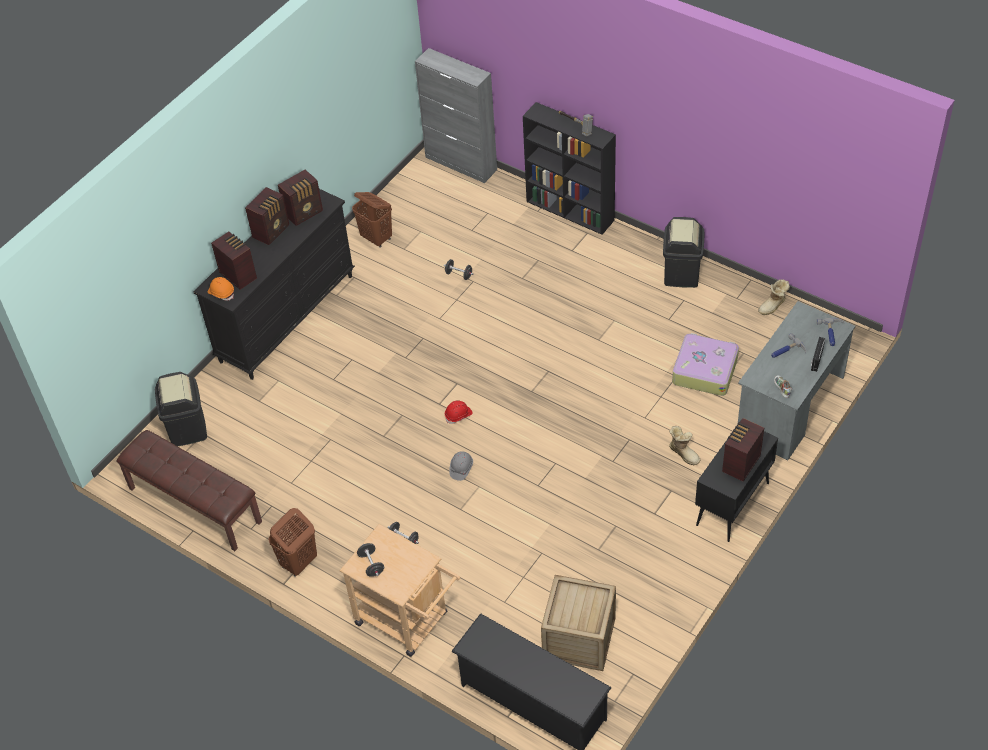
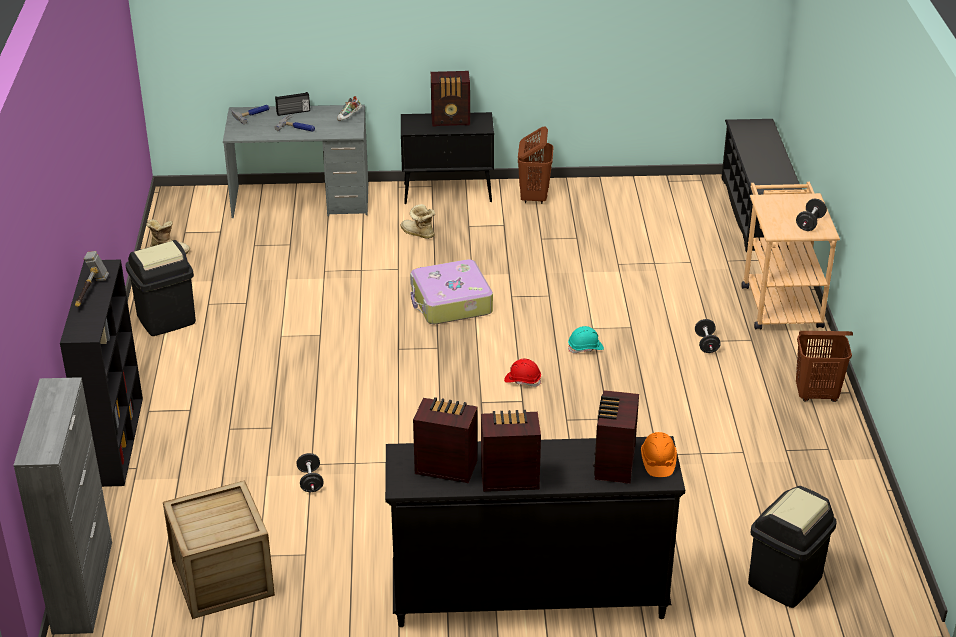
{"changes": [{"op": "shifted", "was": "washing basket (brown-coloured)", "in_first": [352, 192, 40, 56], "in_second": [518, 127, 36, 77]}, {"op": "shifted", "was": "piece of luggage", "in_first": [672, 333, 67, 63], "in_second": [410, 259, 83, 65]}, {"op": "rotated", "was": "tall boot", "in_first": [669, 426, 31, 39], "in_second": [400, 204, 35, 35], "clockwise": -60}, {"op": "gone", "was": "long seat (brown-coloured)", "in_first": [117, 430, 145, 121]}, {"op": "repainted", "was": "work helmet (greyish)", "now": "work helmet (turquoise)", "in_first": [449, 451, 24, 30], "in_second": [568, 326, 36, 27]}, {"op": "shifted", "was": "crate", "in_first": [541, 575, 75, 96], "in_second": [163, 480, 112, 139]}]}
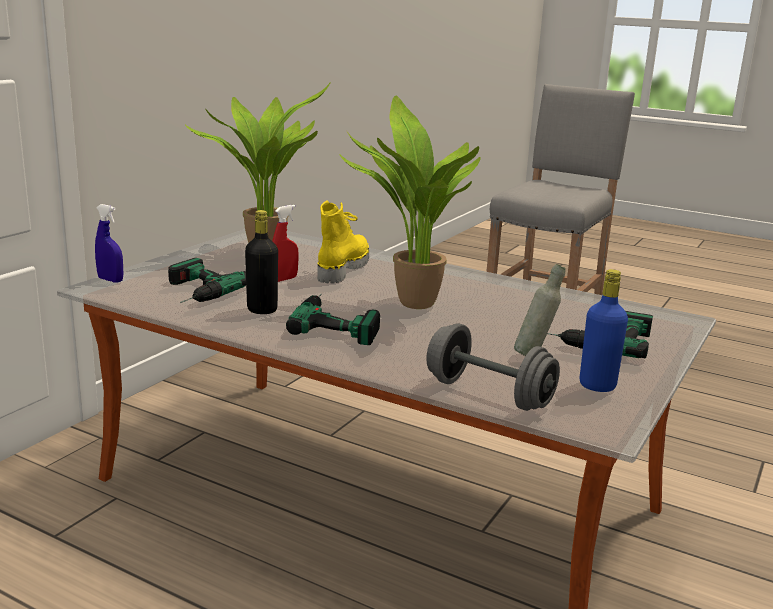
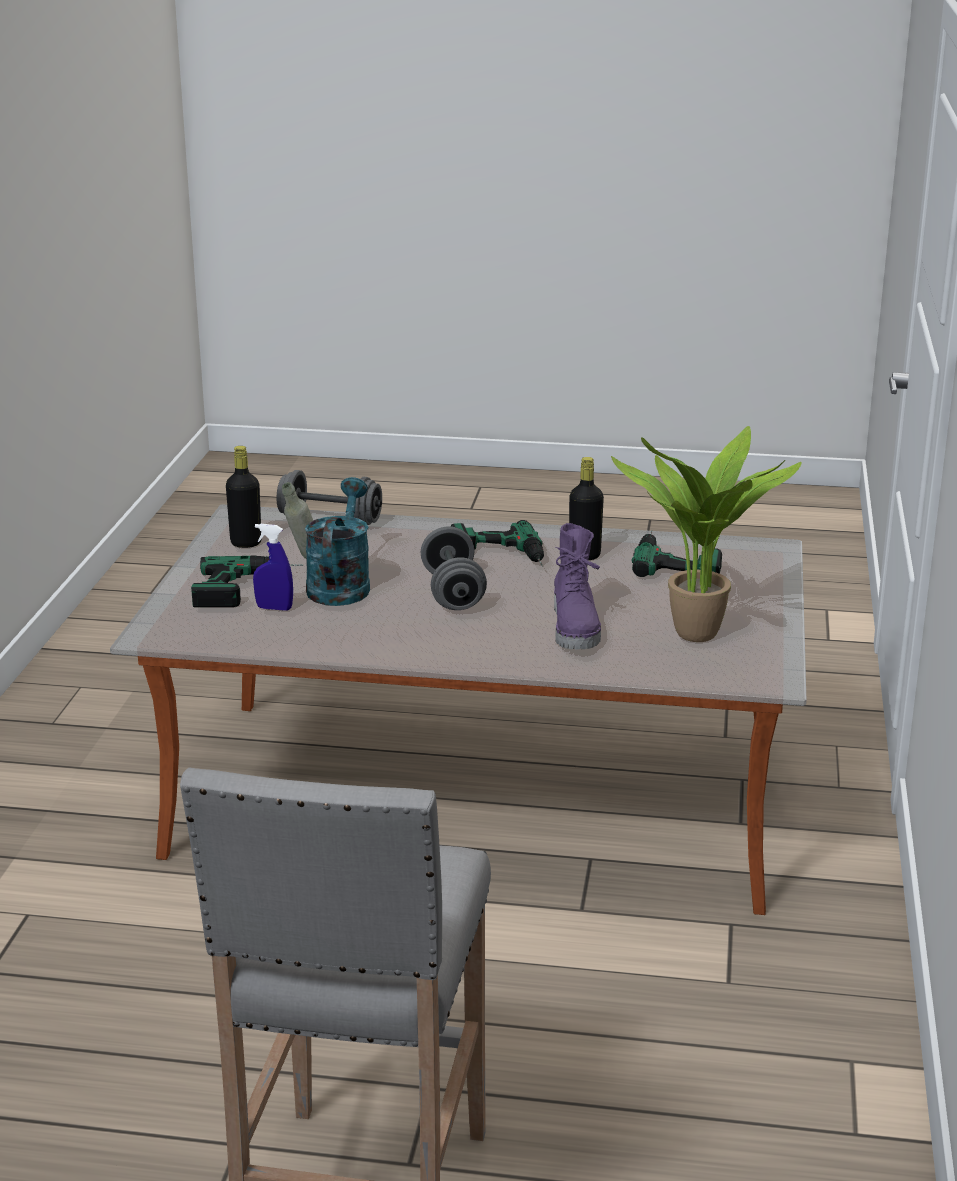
{"changes": [{"op": "swapped", "was": "plant in a pot", "now": "dumbbell (greyish)", "in_first": [339, 96, 142, 213], "in_second": [421, 526, 66, 84]}, {"op": "repainted", "was": "tall boot (yellow-coloured)", "now": "tall boot (purple)", "in_first": [317, 200, 52, 84], "in_second": [554, 523, 47, 126]}, {"op": "shifted", "was": "hand sprayer (bluish)", "in_first": [95, 204, 28, 78], "in_second": [253, 524, 40, 87]}, {"op": "gone", "was": "hand sprayer (red)", "in_first": [272, 205, 27, 77]}, {"op": "repainted", "was": "bottle (bluish)", "now": "bottle (black)", "in_first": [580, 269, 48, 123], "in_second": [226, 446, 35, 102]}, {"op": "new", "now": "sprinkling can (turquoise)", "in_second": [305, 477, 65, 129]}]}
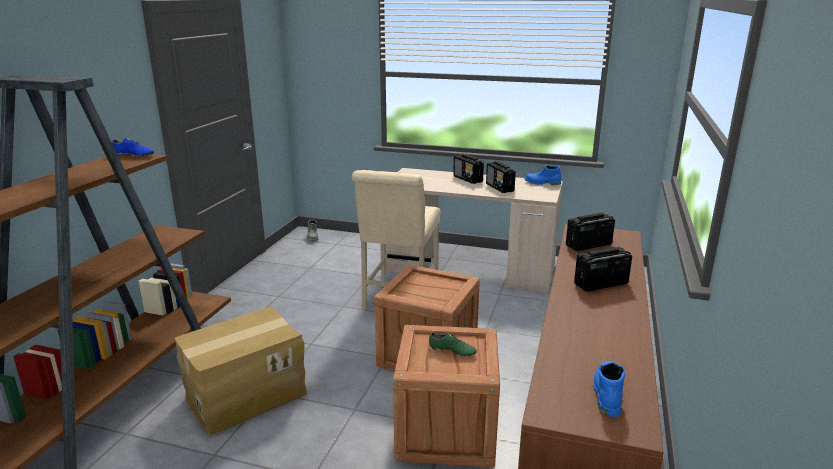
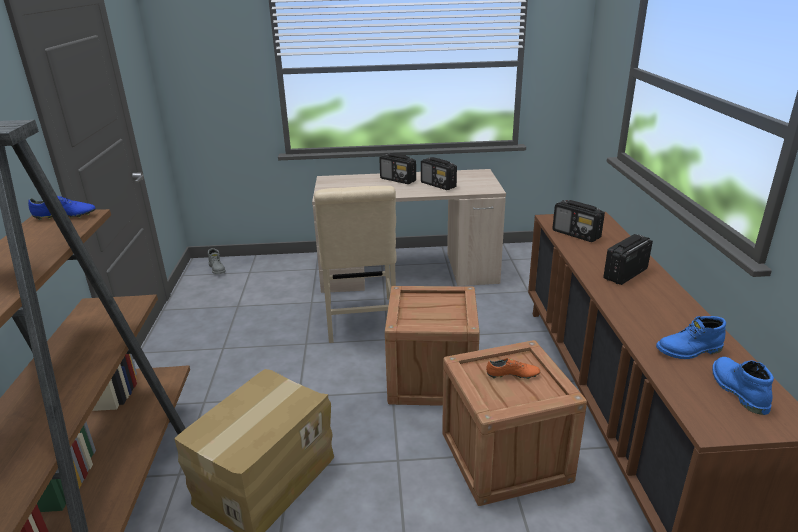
{"changes": [{"op": "shifted", "was": "tall boot (bluish)", "in_first": [525, 165, 36, 20], "in_second": [656, 316, 70, 43]}, {"op": "rotated", "was": "radio", "in_first": [566, 213, 49, 38], "in_second": [552, 200, 53, 42], "clockwise": -90}, {"op": "repainted", "was": "shoe (green-coloured)", "now": "shoe (orangey)", "in_first": [429, 332, 48, 25], "in_second": [486, 358, 54, 21]}]}
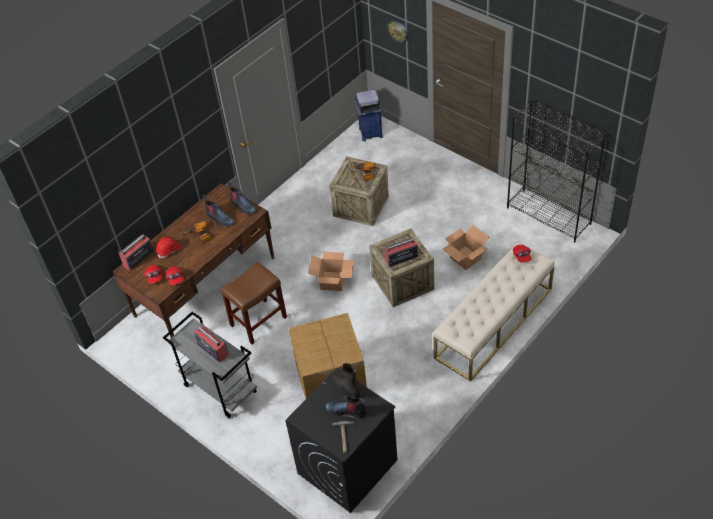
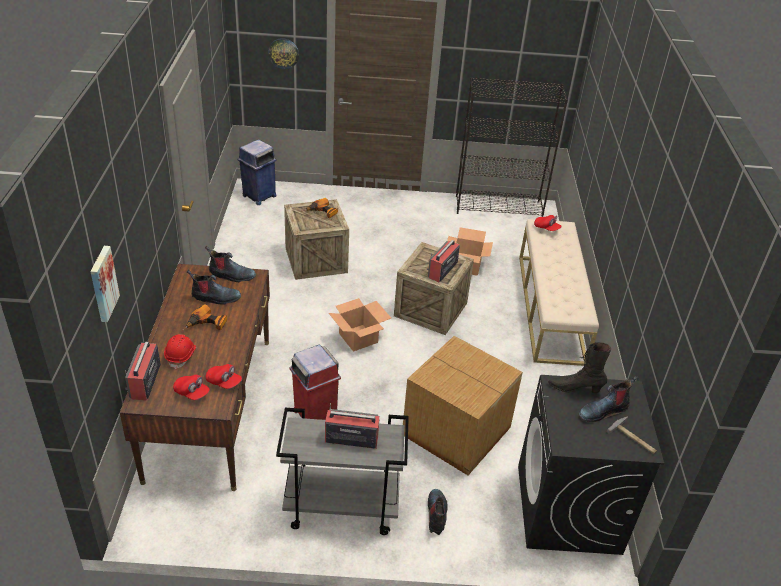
{"changes": [{"op": "swapped", "was": "stool (brown-coloured)", "now": "waste bin (red)", "in_first": [220, 262, 67, 82], "in_second": [290, 345, 51, 75]}, {"op": "new", "now": "picture", "in_second": [90, 246, 30, 76]}, {"op": "new", "now": "tall boot", "in_second": [428, 489, 20, 46]}]}
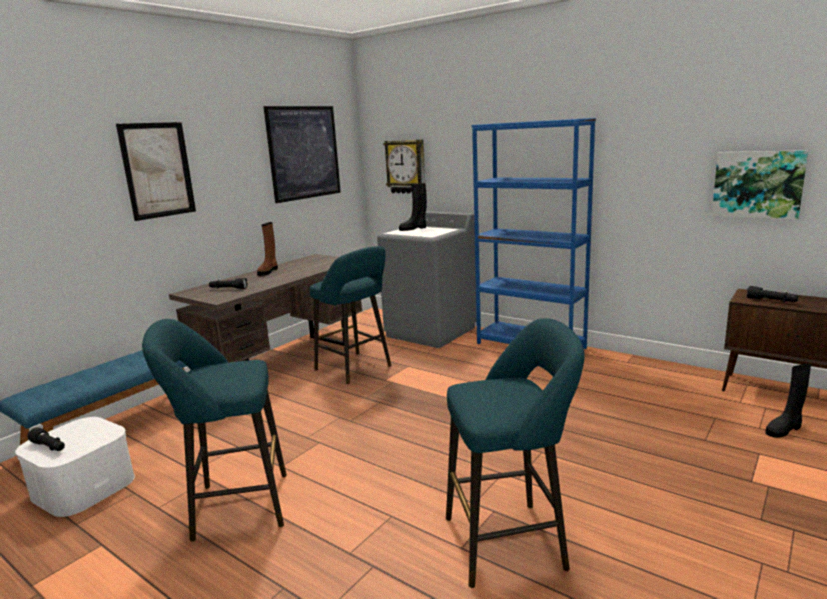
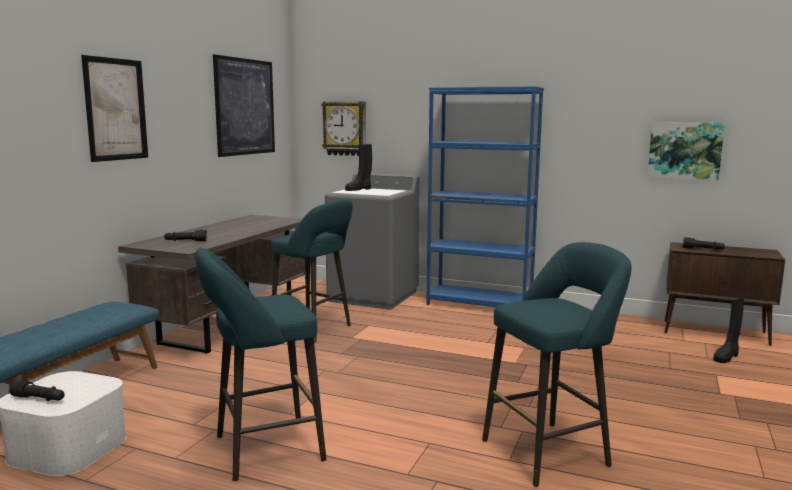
{"changes": [{"op": "gone", "was": "tall boot (brown-coloured)", "in_first": [257, 222, 21, 54]}]}
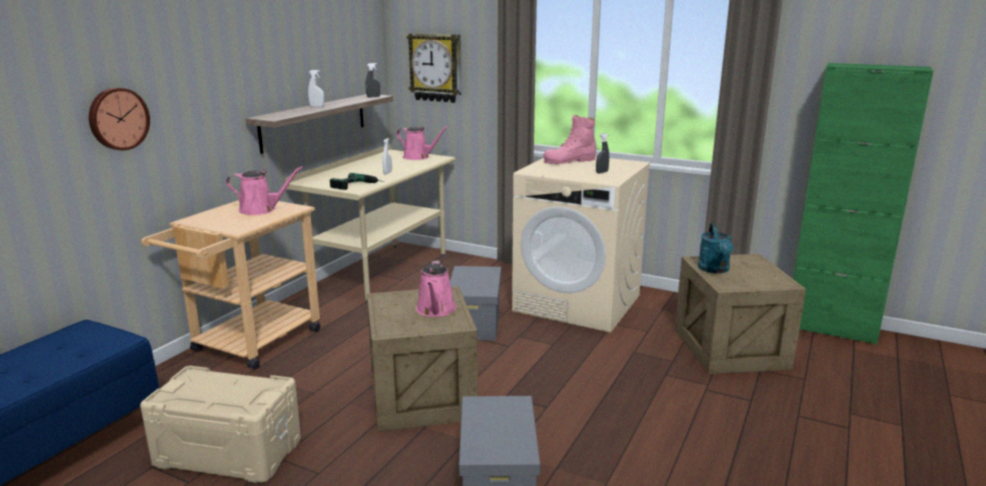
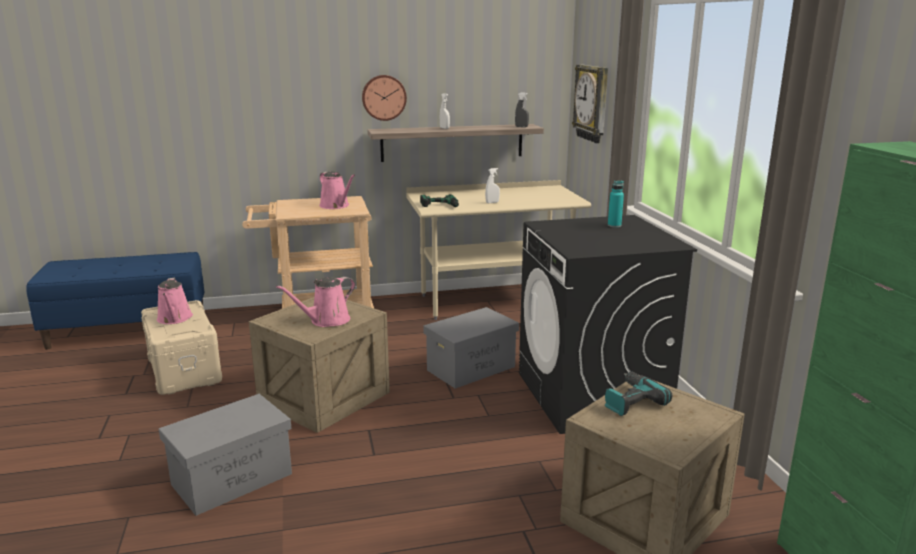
{"changes": [{"op": "shifted", "was": "clock on the wall", "in_first": [89, 88, 61, 62], "in_second": [362, 75, 45, 46]}, {"op": "swapped", "was": "tall boot (pink-coloured)", "now": "bottle (turquoise)", "in_first": [543, 114, 53, 50], "in_second": [608, 181, 16, 46]}, {"op": "shifted", "was": "sprinkling can (pink-coloured)", "in_first": [397, 126, 52, 34], "in_second": [157, 278, 36, 46]}, {"op": "gone", "was": "hand sprayer (greyish)", "in_first": [596, 133, 13, 40]}, {"op": "repainted", "was": "laundry machine (beige-coloured)", "now": "laundry machine (black)", "in_first": [512, 157, 138, 176], "in_second": [519, 215, 178, 219]}, {"op": "swapped", "was": "sprinkling can (turquoise)", "now": "power drill", "in_first": [698, 223, 36, 51], "in_second": [605, 372, 68, 44]}]}
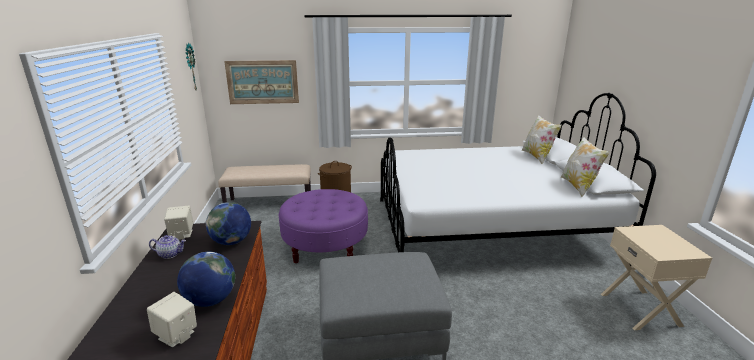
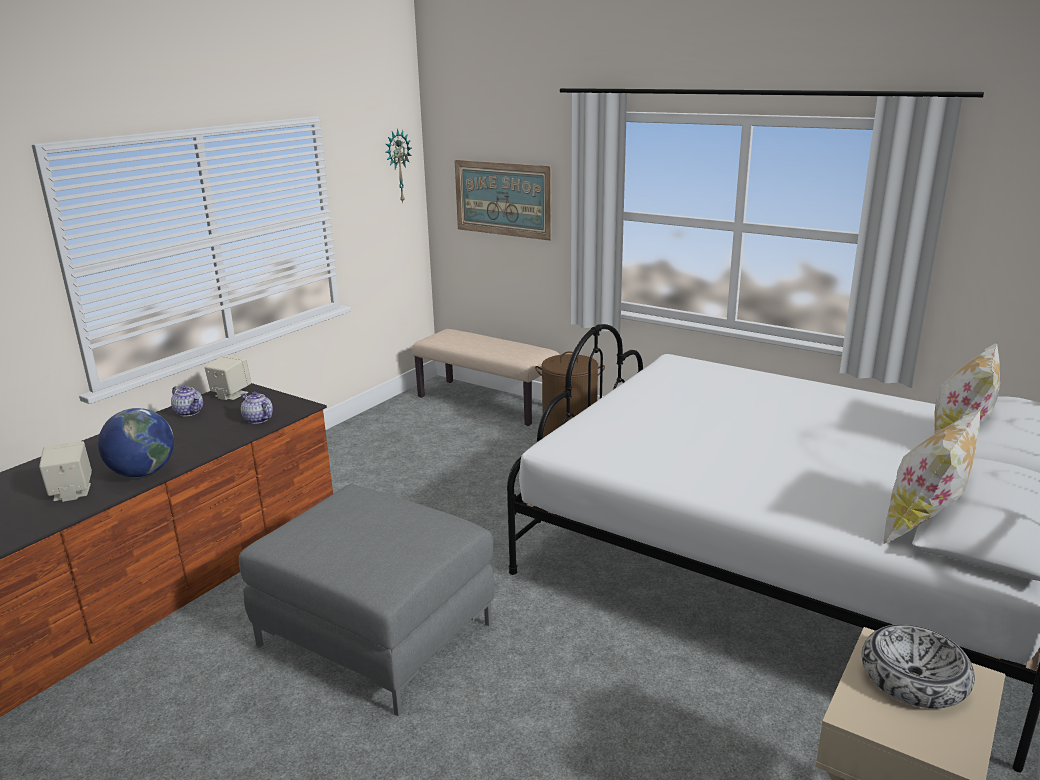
{"changes": [{"op": "gone", "was": "ottoman (purple)", "in_first": [279, 189, 89, 74]}, {"op": "swapped", "was": "world globe", "now": "pot for tea", "in_first": [206, 202, 45, 43], "in_second": [241, 392, 32, 32]}, {"op": "new", "now": "bowl", "in_second": [862, 624, 113, 84]}]}
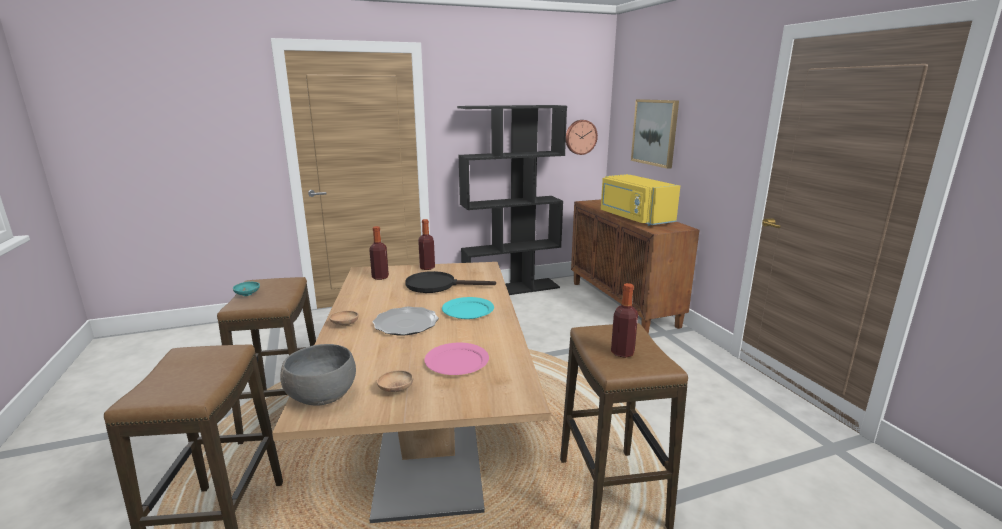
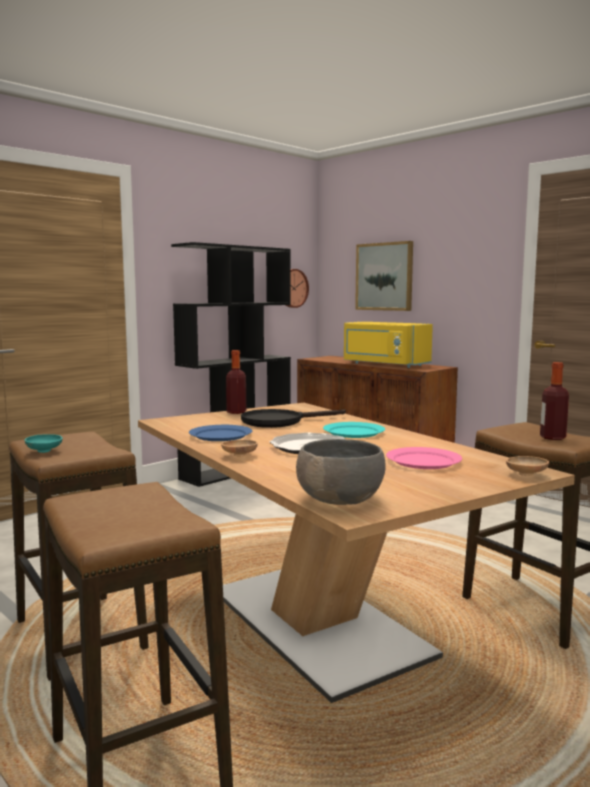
{"changes": [{"op": "gone", "was": "bottle", "in_first": [369, 226, 20, 54]}, {"op": "shifted", "was": "bowl (brown-coloured)", "in_first": [377, 370, 36, 22], "in_second": [506, 456, 43, 20]}, {"op": "new", "now": "flat dish (bluish)", "in_second": [189, 425, 63, 16]}]}
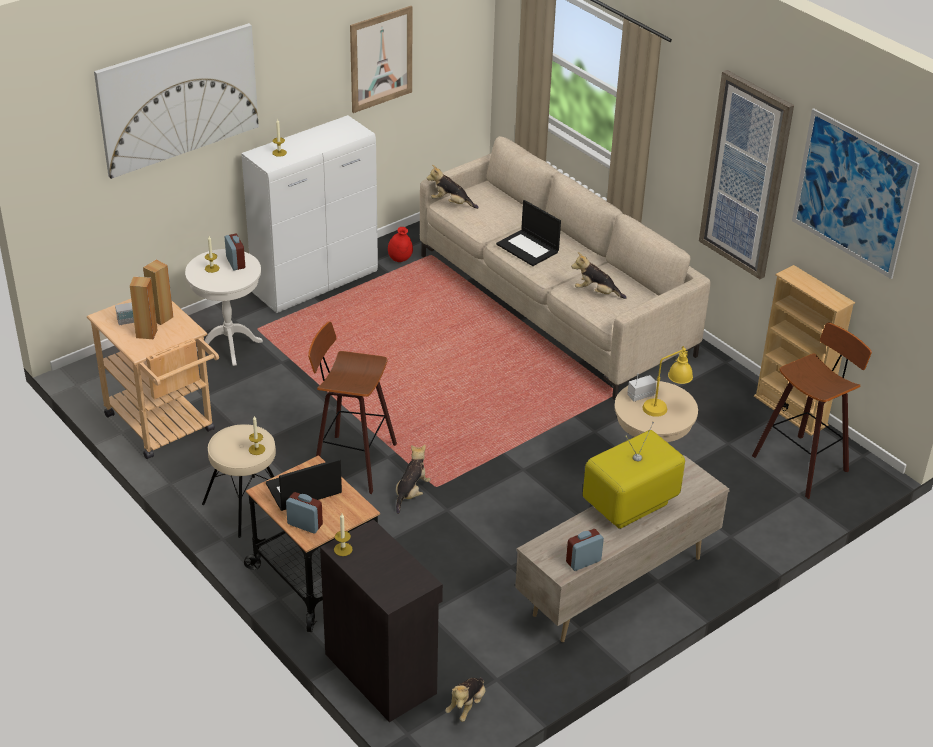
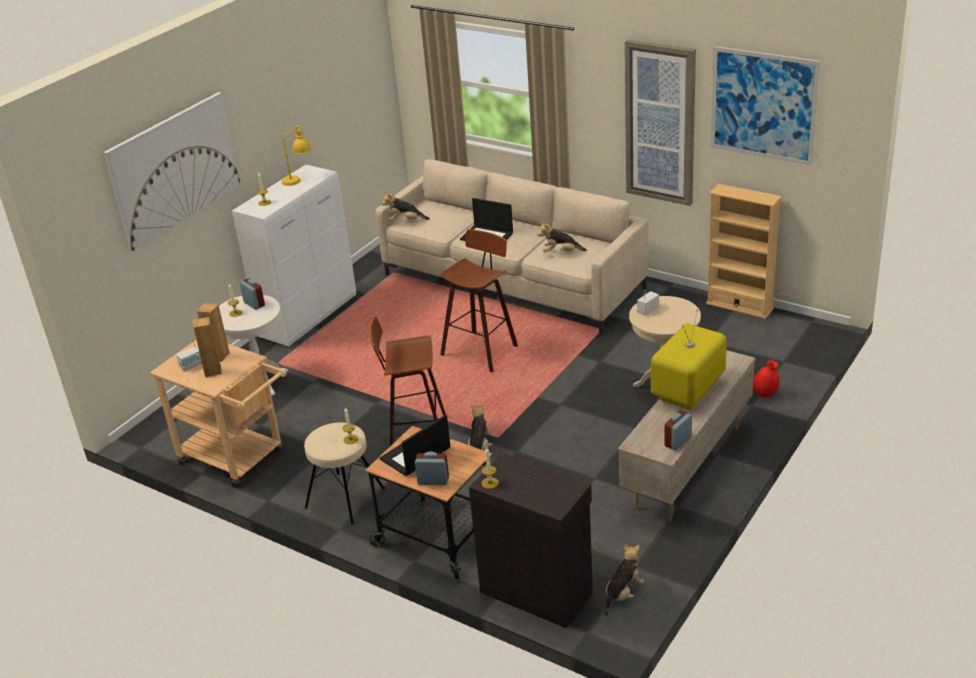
{"changes": [{"op": "gone", "was": "picture", "in_first": [350, 6, 62, 107]}, {"op": "shifted", "was": "decorative vase (red)", "in_first": [388, 227, 25, 35], "in_second": [753, 360, 26, 37]}, {"op": "shifted", "was": "stool", "in_first": [752, 322, 120, 177], "in_second": [440, 229, 78, 144]}, {"op": "shifted", "was": "table lamp (yellow-coloured)", "in_first": [642, 346, 51, 71], "in_second": [282, 124, 29, 62]}, {"op": "rotated", "was": "plush toy", "in_first": [445, 678, 41, 44], "in_second": [605, 544, 39, 72], "clockwise": -150}]}
